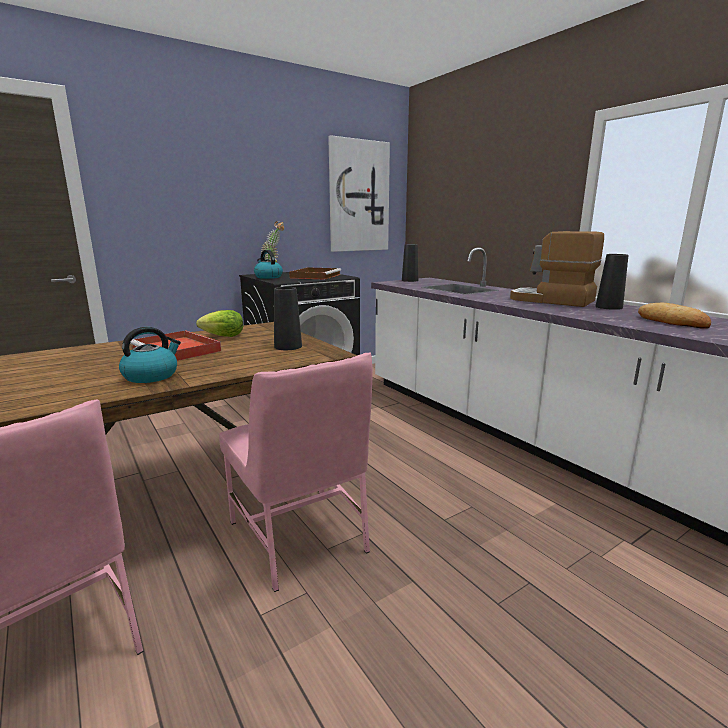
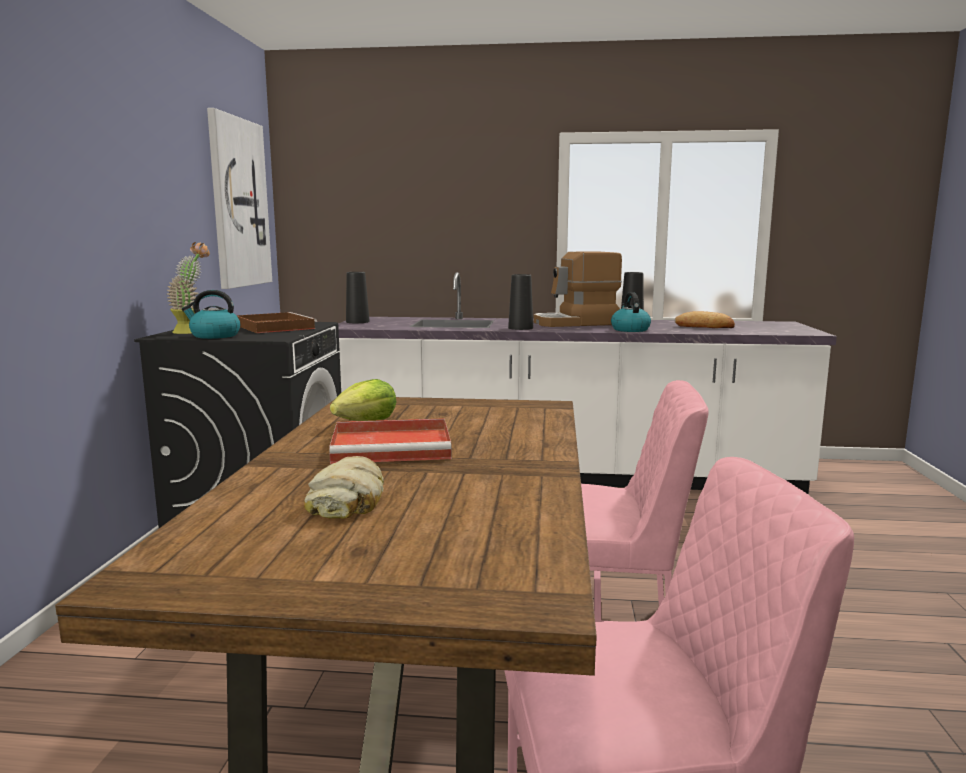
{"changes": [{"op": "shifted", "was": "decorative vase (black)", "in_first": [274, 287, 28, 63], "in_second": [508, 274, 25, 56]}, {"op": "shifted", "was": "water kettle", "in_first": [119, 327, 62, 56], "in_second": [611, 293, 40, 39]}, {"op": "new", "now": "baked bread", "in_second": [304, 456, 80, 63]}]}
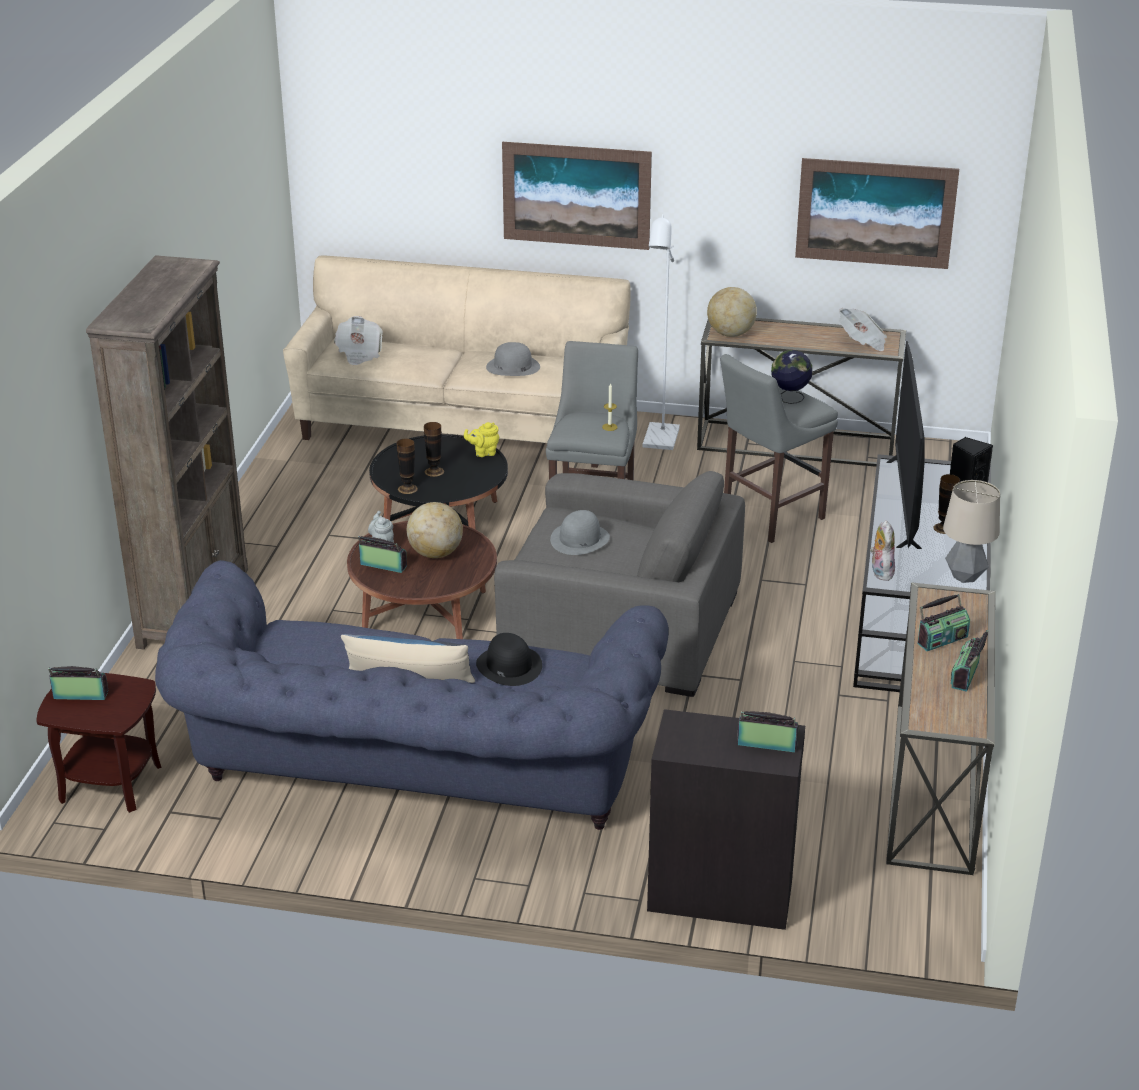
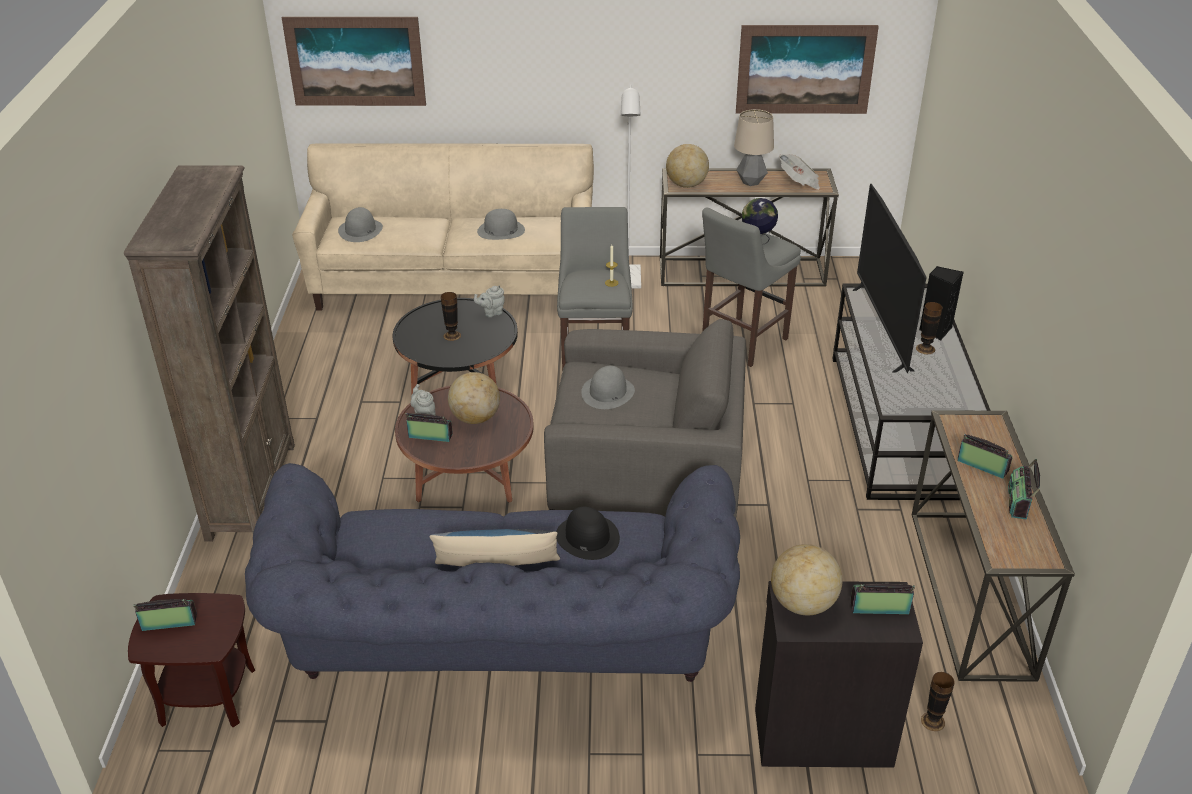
{"changes": [{"op": "shifted", "was": "picture", "in_first": [502, 142, 150, 108], "in_second": [282, 17, 144, 89]}, {"op": "swapped", "was": "daily paper", "now": "wearable hat (greyish)", "in_first": [334, 316, 49, 49], "in_second": [338, 207, 45, 35]}, {"op": "repainted", "was": "pot for tea (yellow-coloured)", "now": "pot for tea (greyish)", "in_first": [464, 422, 35, 35], "in_second": [474, 286, 31, 31]}, {"op": "shifted", "was": "decorative vase", "in_first": [396, 439, 22, 55], "in_second": [921, 672, 33, 59]}, {"op": "shifted", "was": "table lamp", "in_first": [943, 480, 57, 103], "in_second": [734, 109, 40, 77]}, {"op": "gone", "was": "plush toy", "in_first": [870, 520, 25, 61]}, {"op": "rotated", "was": "radio", "in_first": [918, 594, 52, 57], "in_second": [958, 433, 54, 46], "clockwise": -105}, {"op": "new", "now": "world globe", "in_second": [771, 544, 72, 71]}]}
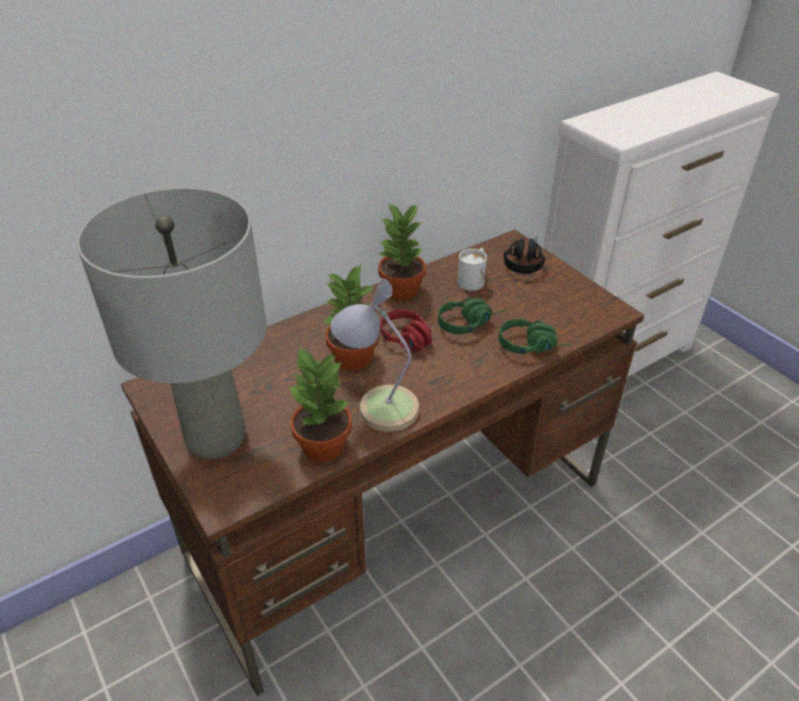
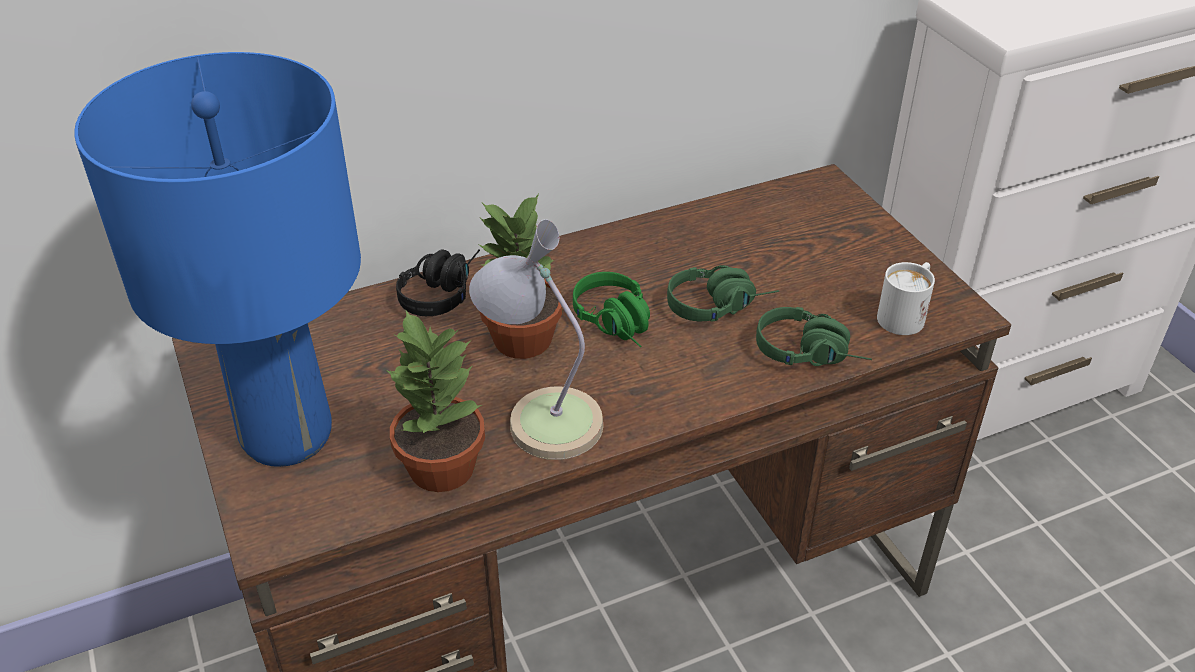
{"changes": [{"op": "repainted", "was": "table lamp (greyish)", "now": "table lamp (bluish)", "in_first": [77, 188, 189, 271], "in_second": [74, 52, 287, 415]}, {"op": "gone", "was": "plant in a pot", "in_first": [378, 204, 48, 96]}, {"op": "shifted", "was": "pair of headphones (black)", "in_first": [503, 237, 42, 37], "in_second": [396, 249, 84, 67]}, {"op": "shifted", "was": "coffee mug (whitish)", "in_first": [457, 248, 30, 43], "in_second": [877, 262, 58, 73]}, {"op": "repainted", "was": "pair of headphones (red)", "now": "pair of headphones (green-coloured)", "in_first": [380, 309, 52, 45], "in_second": [573, 272, 77, 75]}]}
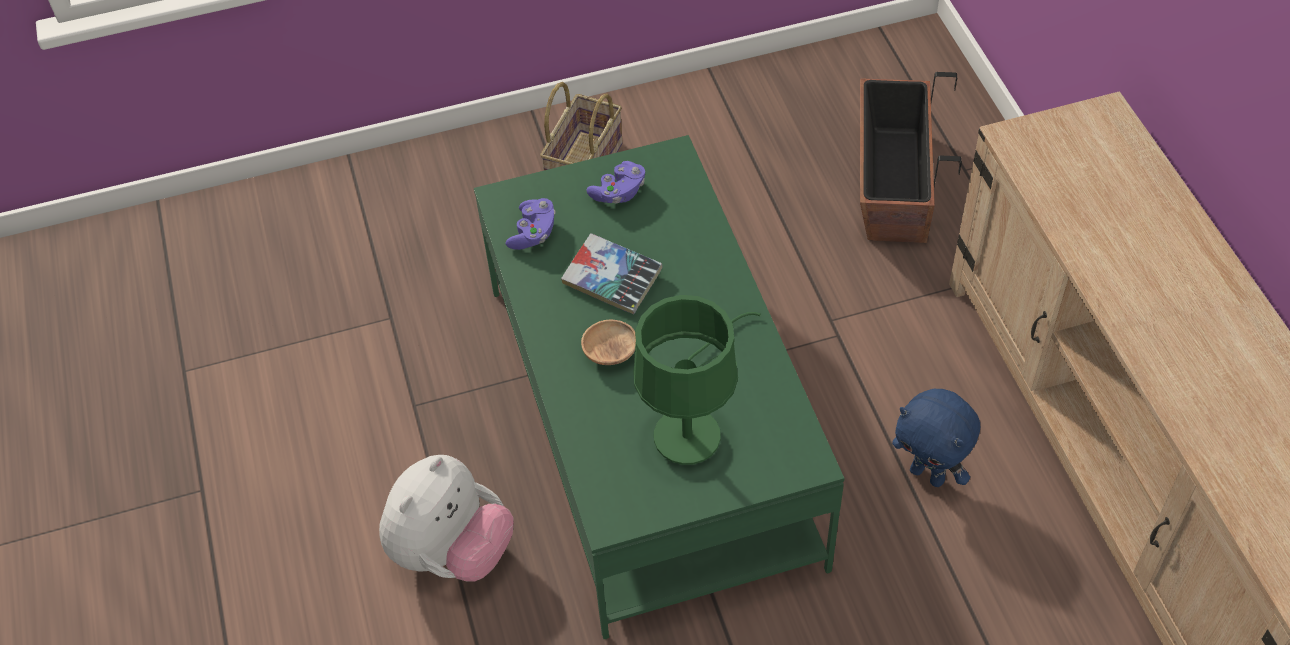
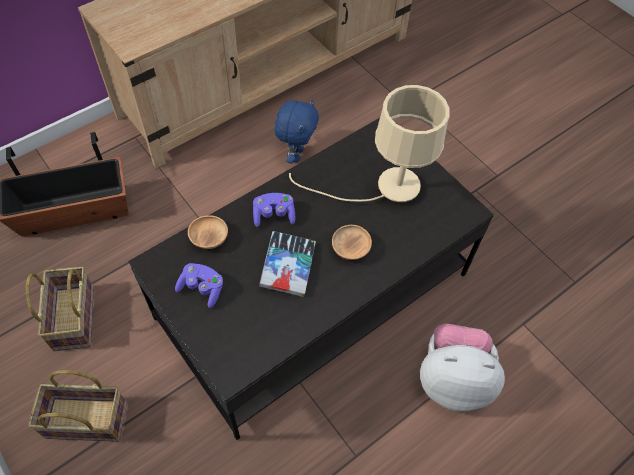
{"changes": [{"op": "repainted", "was": "low table (green-coloured)", "now": "low table (black)", "in_first": [474, 135, 370, 504], "in_second": [128, 118, 366, 322]}, {"op": "shifted", "was": "joypad (purple)", "in_first": [506, 198, 50, 52], "in_second": [253, 193, 42, 34]}, {"op": "repainted", "was": "table lamp (green-coloured)", "now": "table lamp (beige-coloured)", "in_first": [633, 295, 128, 170], "in_second": [289, 85, 161, 117]}, {"op": "new", "now": "bowl (brown-coloured)", "in_second": [188, 215, 40, 34]}, {"op": "new", "now": "storage basket", "in_second": [26, 266, 68, 85]}]}
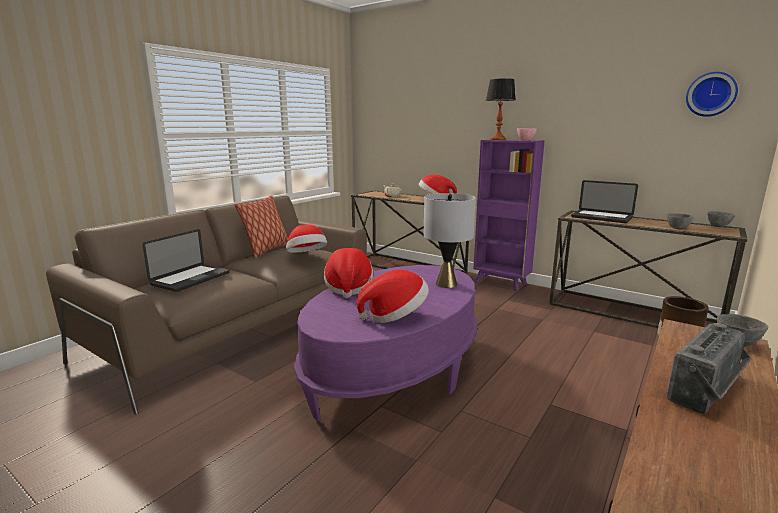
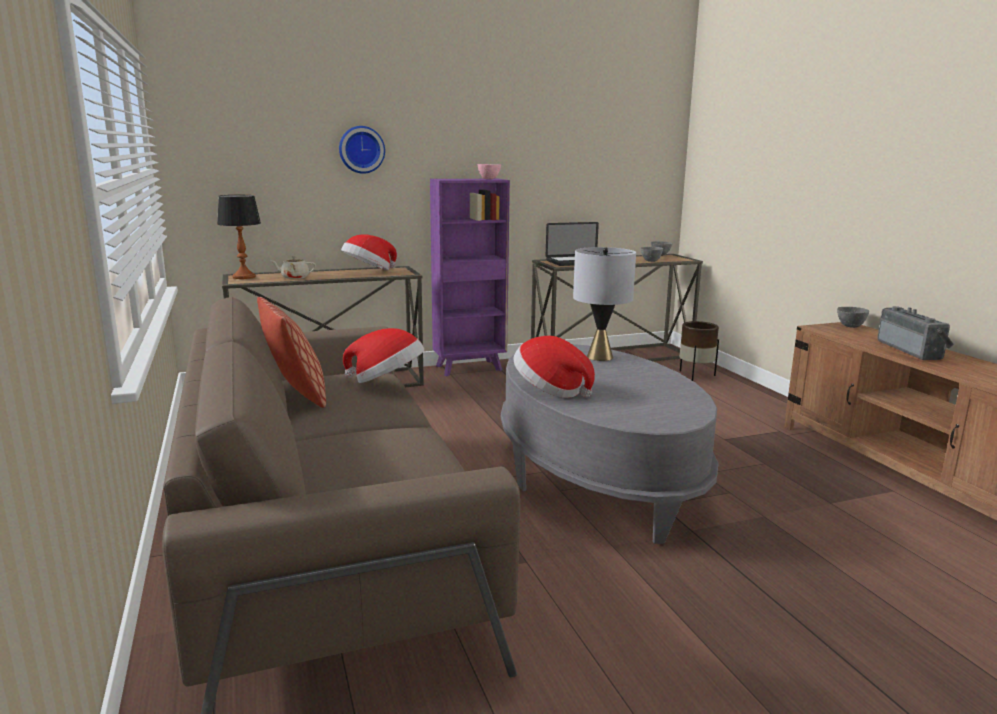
{"changes": [{"op": "shifted", "was": "clock on the wall", "in_first": [686, 72, 52, 45], "in_second": [339, 126, 46, 48]}, {"op": "shifted", "was": "table lamp", "in_first": [486, 78, 30, 62], "in_second": [217, 195, 44, 84]}, {"op": "gone", "was": "laptop", "in_first": [142, 229, 88, 63]}, {"op": "repainted", "was": "low table (purple)", "now": "low table (greyish)", "in_first": [294, 265, 183, 157], "in_second": [501, 344, 218, 200]}, {"op": "gone", "was": "wearable hat", "in_first": [357, 269, 72, 54]}]}
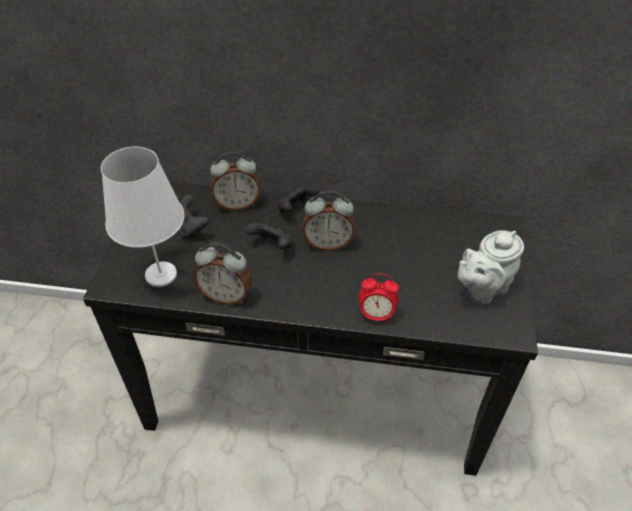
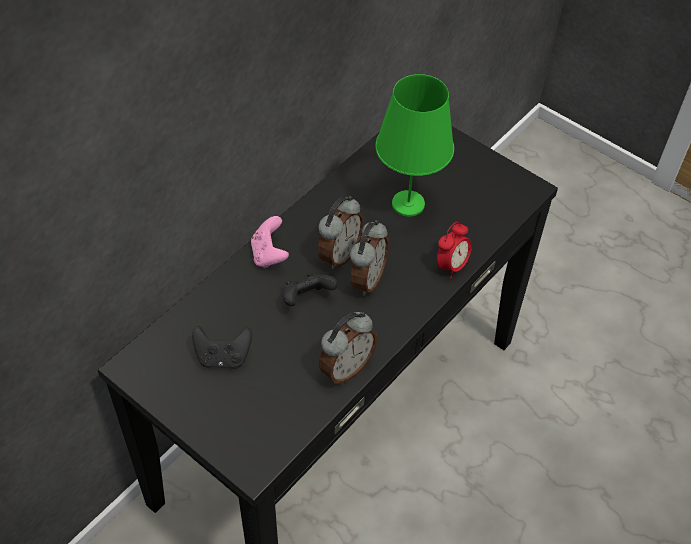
{"changes": [{"op": "gone", "was": "table lamp (whitish)", "in_first": [101, 147, 84, 140]}, {"op": "shifted", "was": "table clock", "in_first": [210, 151, 51, 60], "in_second": [350, 220, 39, 76]}, {"op": "repainted", "was": "joypad (black)", "now": "joypad (pink-coloured)", "in_first": [277, 185, 43, 27], "in_second": [251, 216, 38, 52]}, {"op": "gone", "was": "pot for tea (greyish)", "in_first": [457, 230, 67, 74]}, {"op": "new", "now": "table lamp (green-coloured)", "in_second": [375, 74, 79, 143]}]}
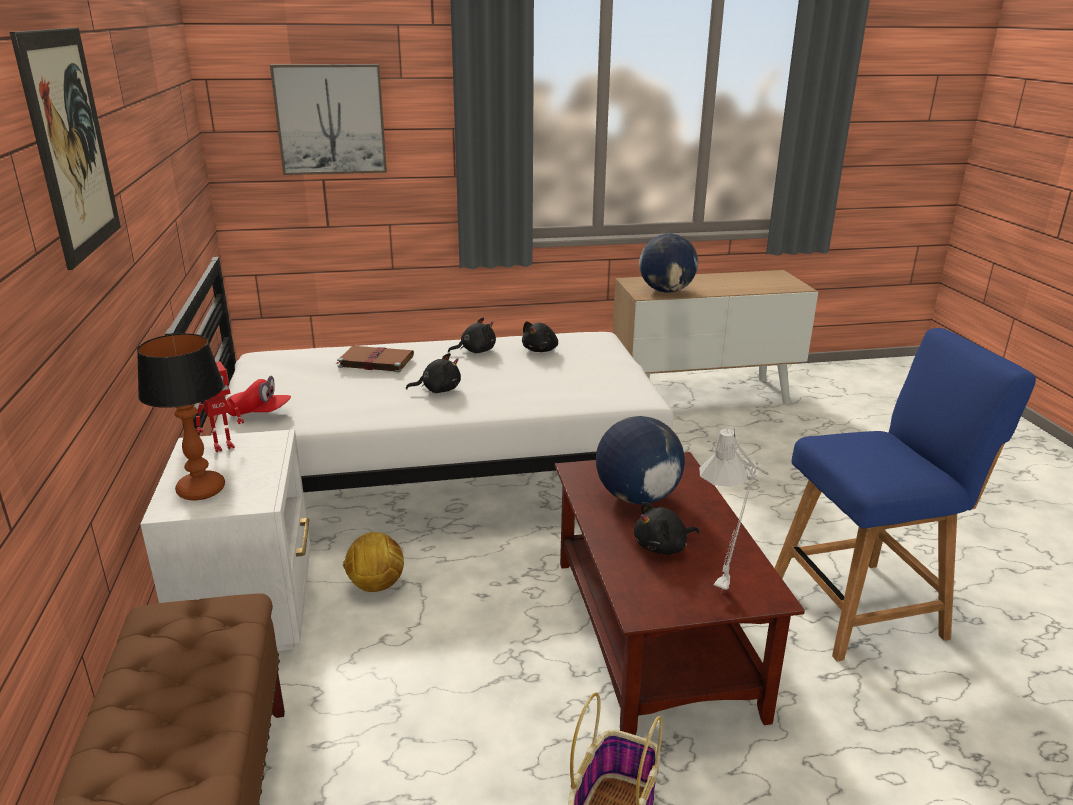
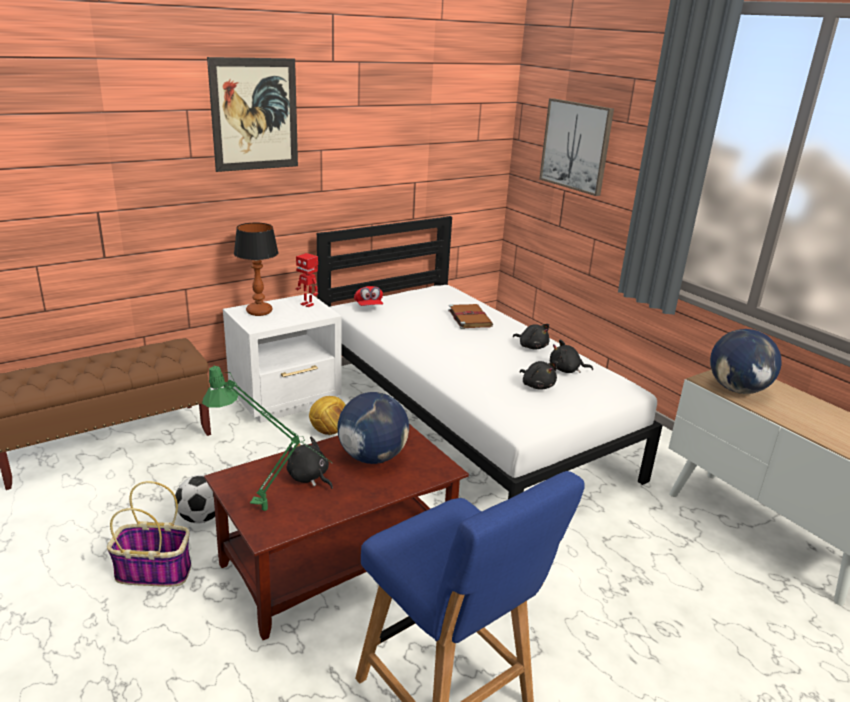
{"changes": [{"op": "shifted", "was": "plush toy (black)", "in_first": [406, 353, 55, 40], "in_second": [520, 361, 37, 28]}, {"op": "repainted", "was": "table lamp (greyish)", "now": "table lamp (green-coloured)", "in_first": [699, 428, 70, 167], "in_second": [202, 365, 131, 146]}, {"op": "new", "now": "football", "in_second": [175, 475, 40, 48]}]}
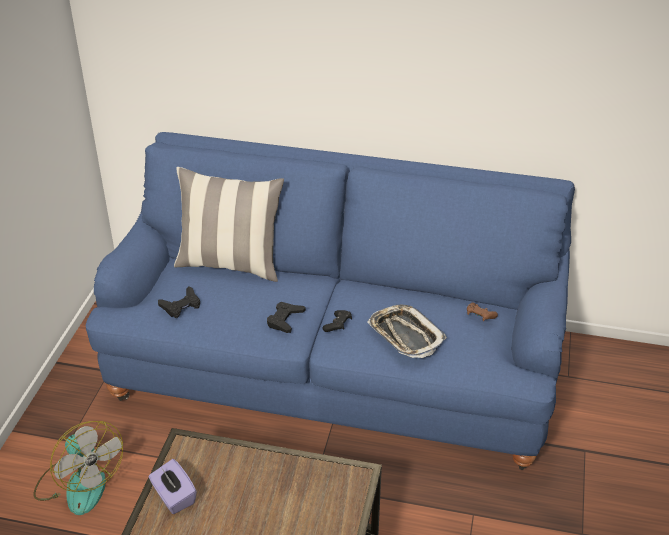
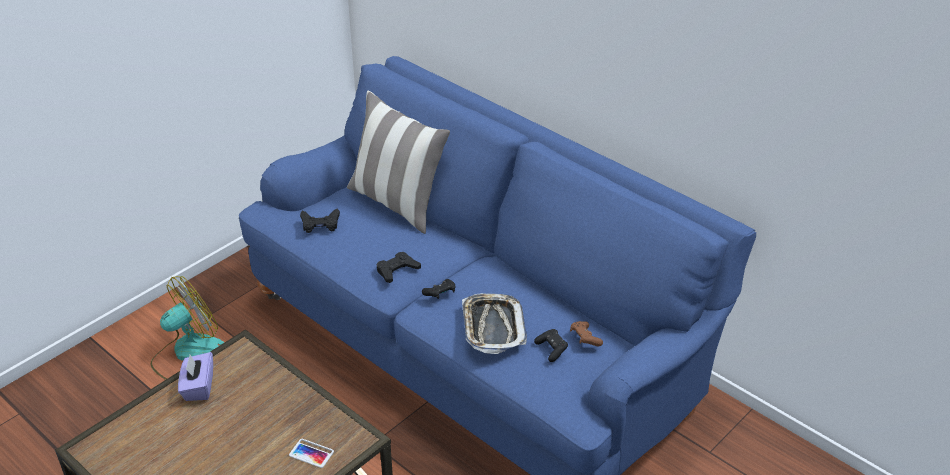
{"changes": [{"op": "rotated", "was": "cooling fan", "in_first": [33, 421, 90, 94], "in_second": [150, 276, 74, 104], "clockwise": -120}, {"op": "new", "now": "joypad (black)", "in_second": [534, 329, 34, 33]}, {"op": "new", "now": "telephone", "in_second": [289, 439, 45, 29]}]}
